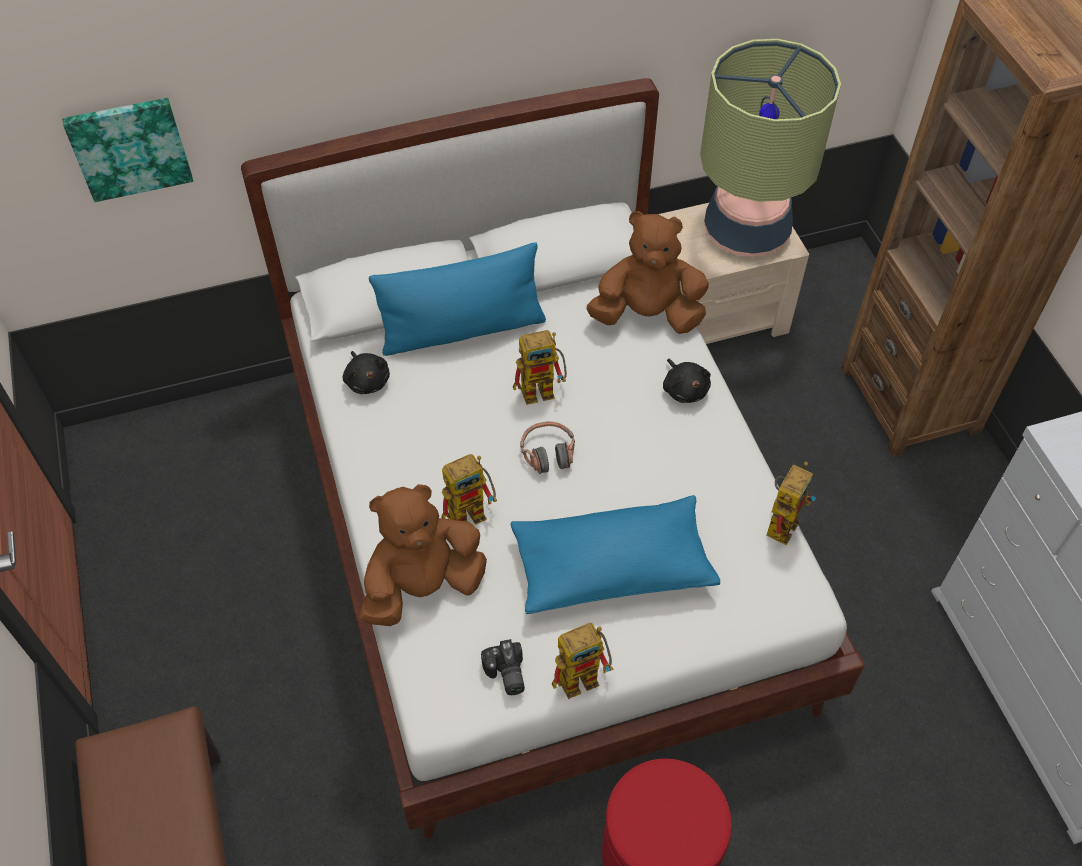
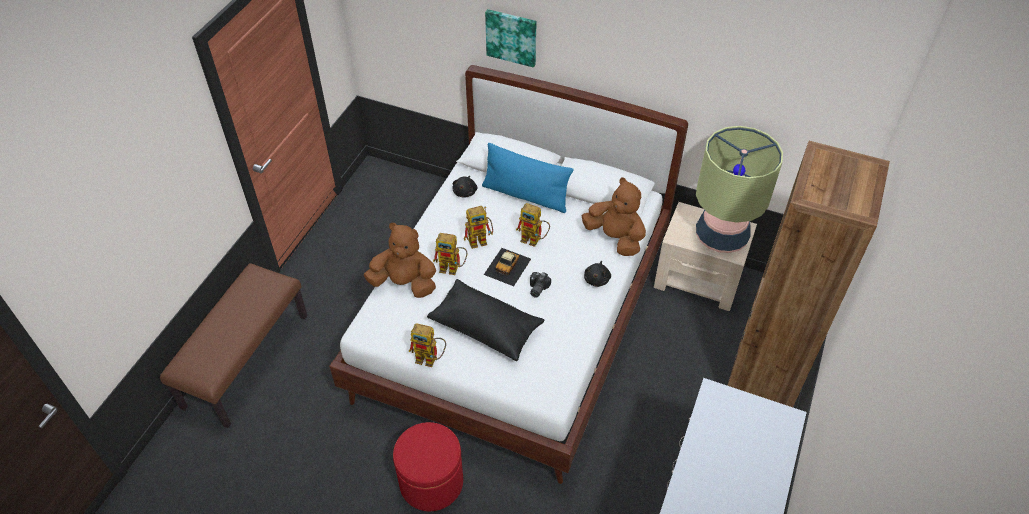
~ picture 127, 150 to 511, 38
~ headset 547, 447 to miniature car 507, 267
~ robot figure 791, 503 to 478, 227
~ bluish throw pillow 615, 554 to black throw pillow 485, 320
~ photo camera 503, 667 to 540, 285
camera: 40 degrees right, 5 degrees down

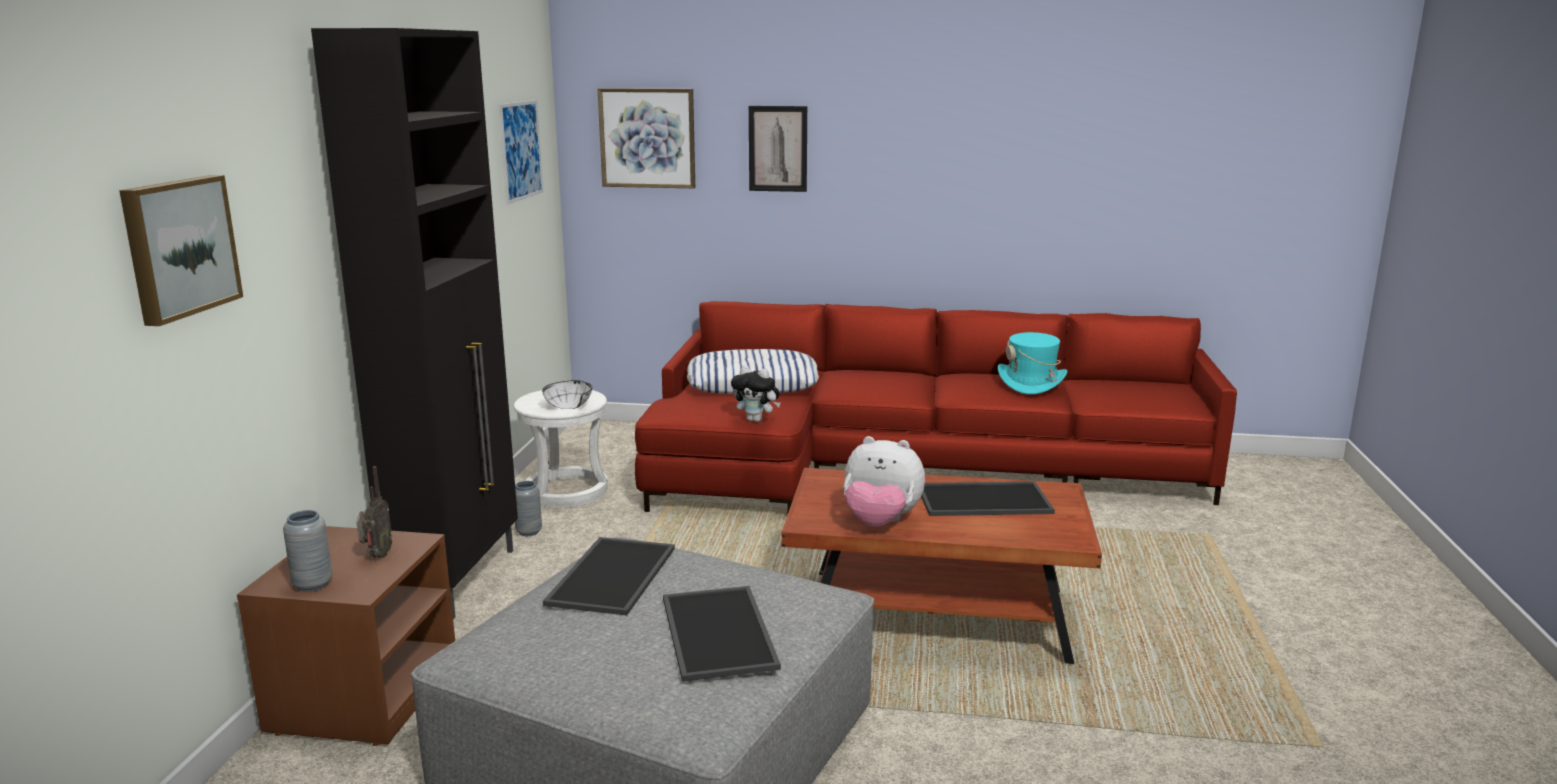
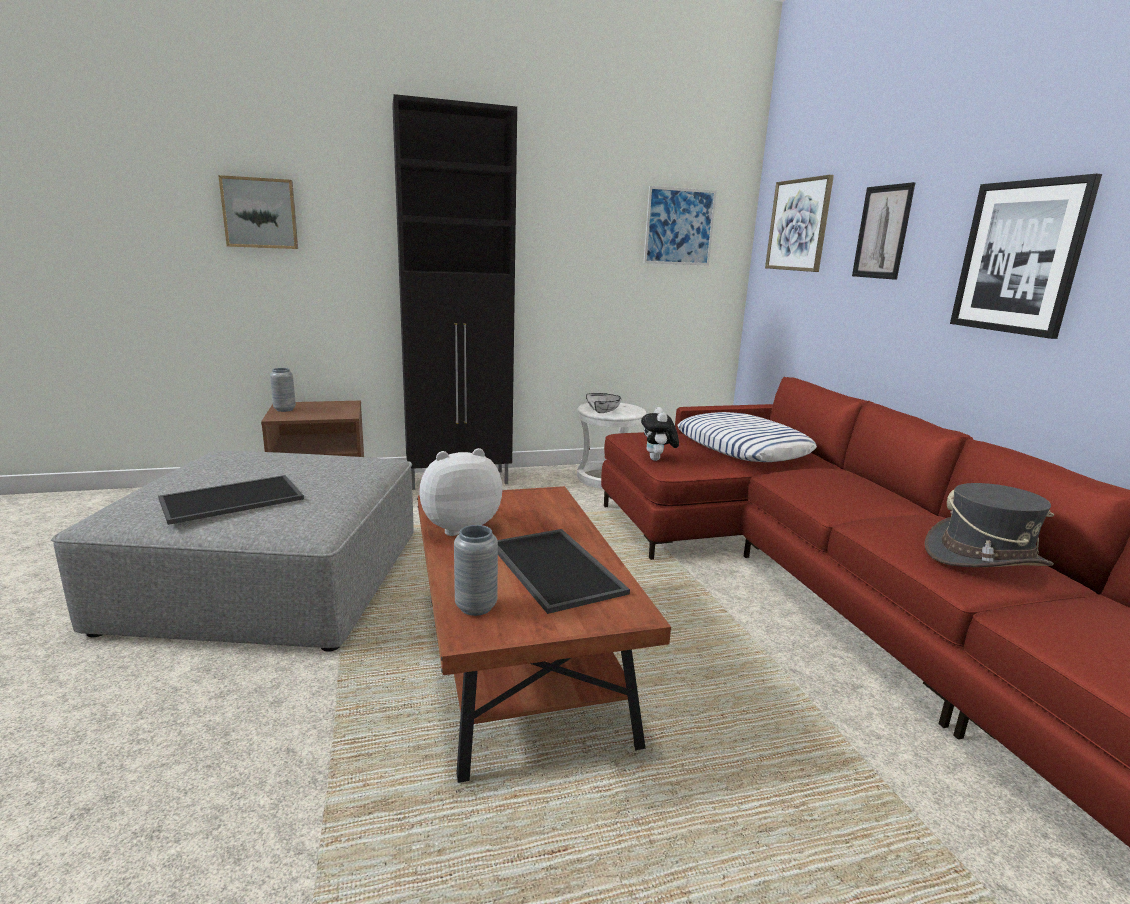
~ turquoise hat 1033, 363 to gray hat 989, 525
~ plush toy 884, 481 = 461, 492 75 degrees clockwise
- radio set 374, 512
~ gray flower vase 528, 508 to 476, 570
- tray 609, 576
+ picture 1026, 256
camera: 65 degrees right, 0 degrees up

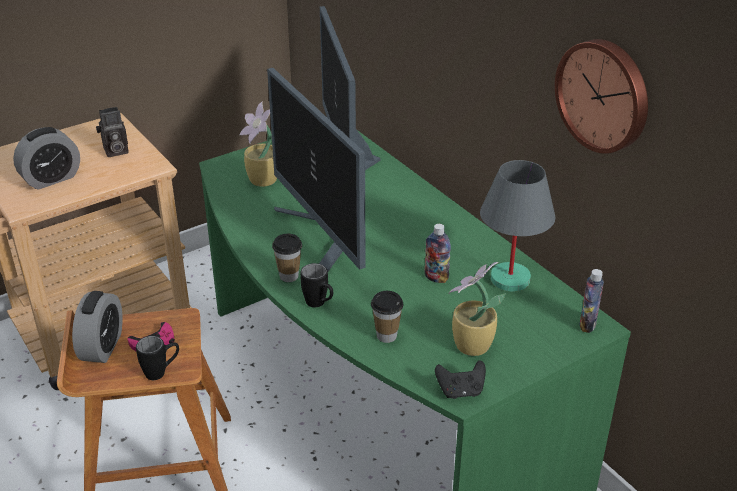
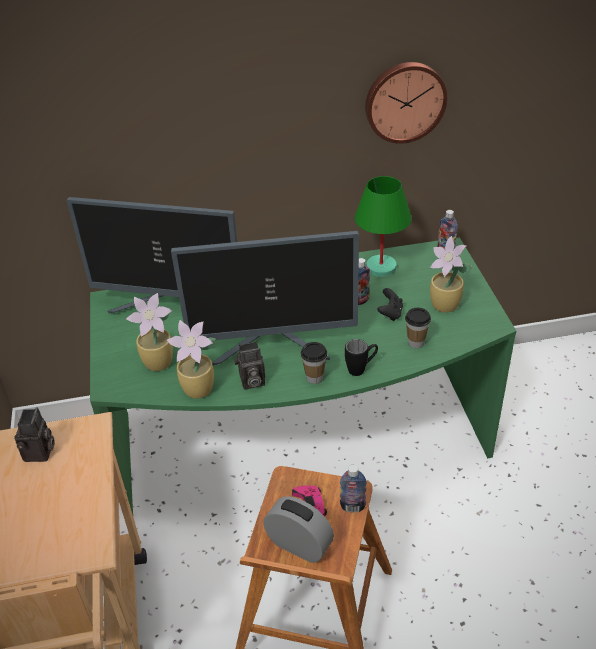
- alarm clock 46, 158
~ gray table lamp 517, 225 to green-coloured table lamp 383, 226
~ black coffee mug 157, 358 to drink bottle 353, 489
~ black joypad 460, 379 to 390, 304
+ potted plant 191, 359
+ photo camera 249, 365
camera: 65 degrees left, 5 degrees up

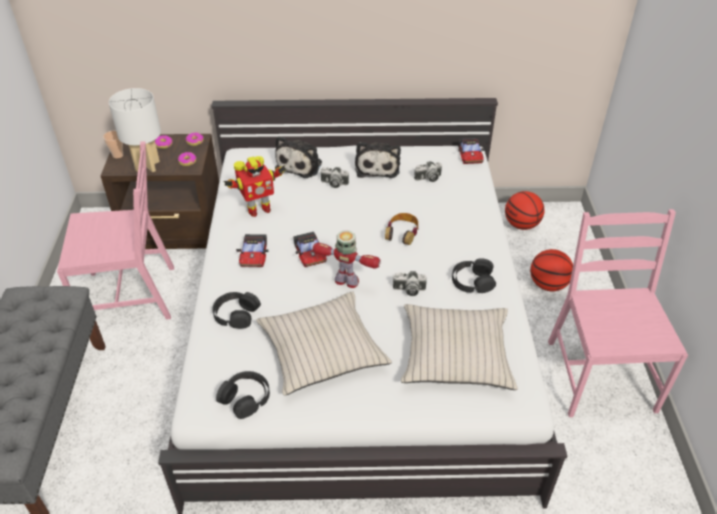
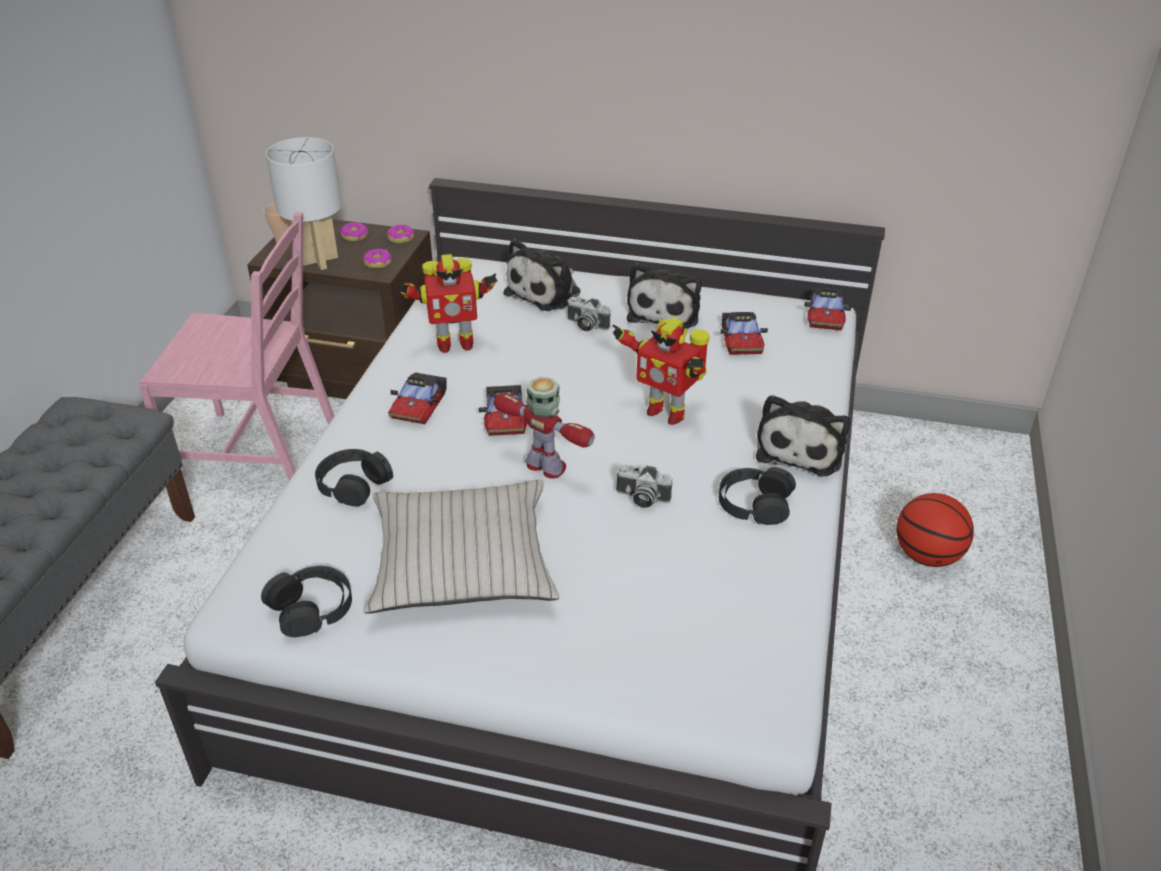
~ photo camera 428, 171 to miniature car 744, 333
- basketball ball 524, 210
- pinkish upright chair 618, 313
~ headset 402, 229 to robot figure 661, 371
- beige-coloured throw pillow 459, 347
+ plush toy 803, 435
camera: 15 degrees right, 5 degrees down

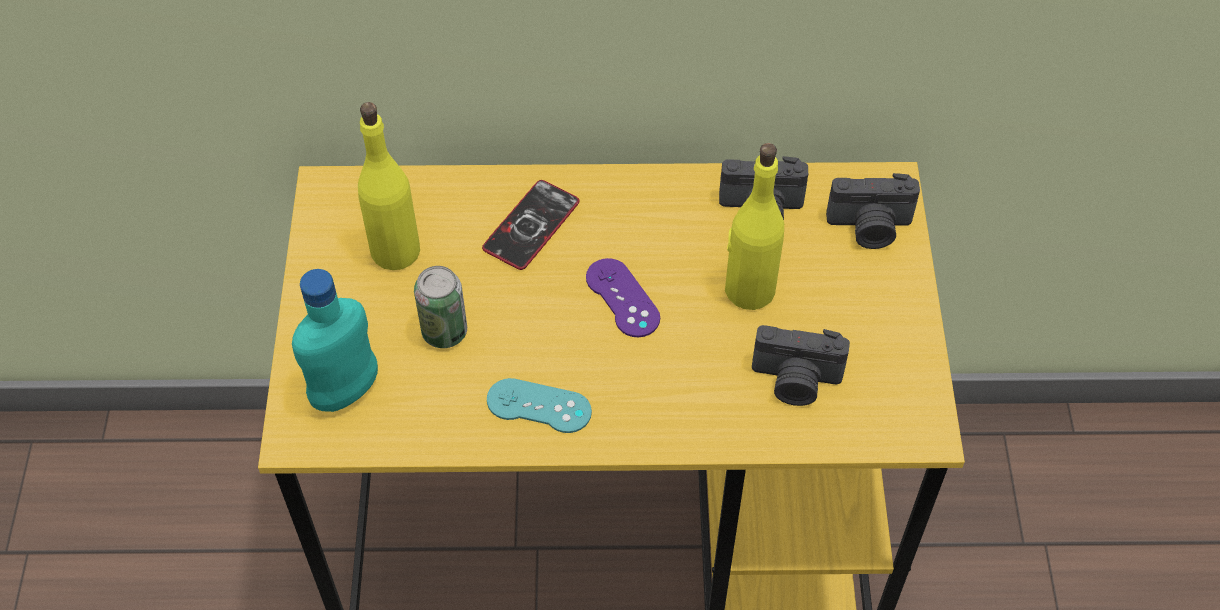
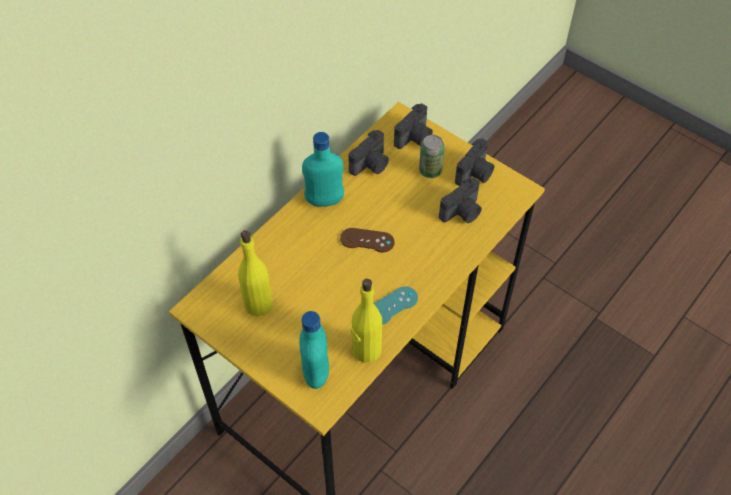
~ yellowish drink bottle 754, 226 to 366, 320
- handset 530, 225
~ purplish joypad 623, 297 to brownish joypad 367, 240
~ can 440, 307 to 432, 156
+ turquoise drink bottle 323, 169
+ photo camera 474, 162
camera: 50 degrees left, 0 degrees up

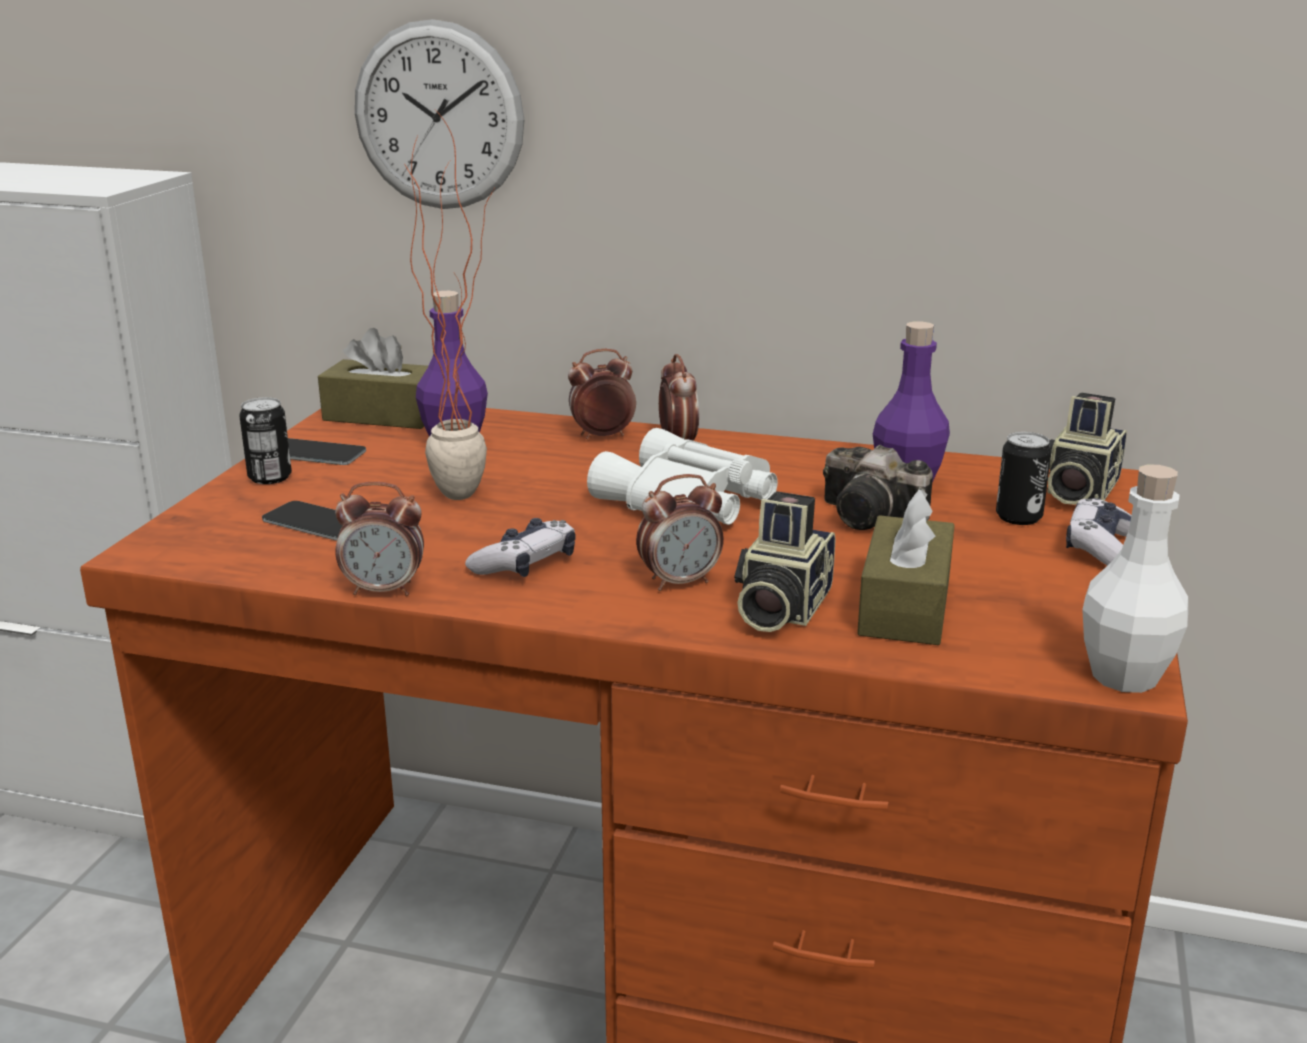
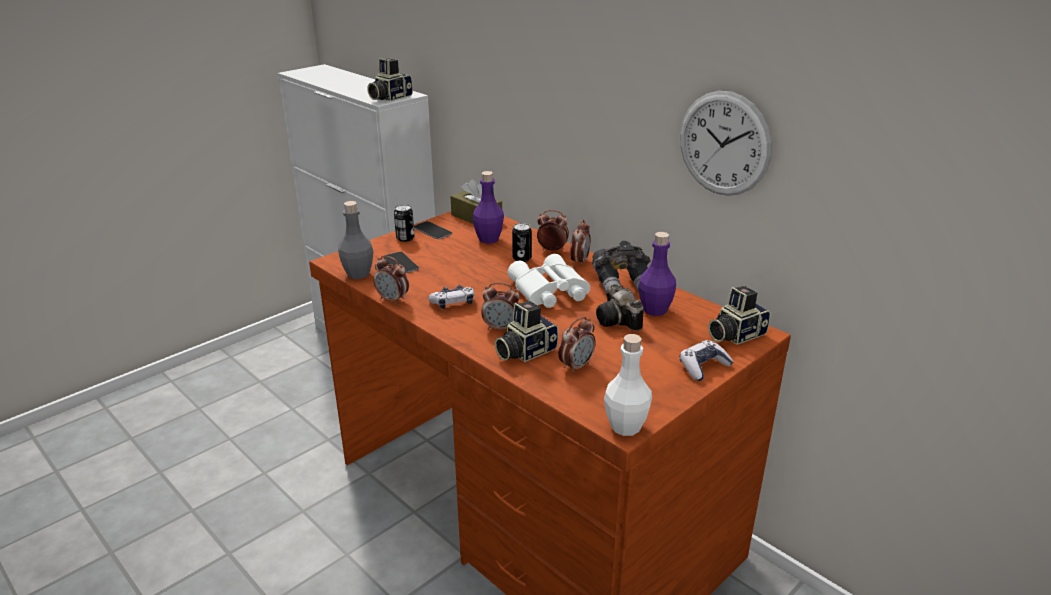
~ wall clock 439, 114 to 726, 143
- potted plant 450, 306
~ can 1023, 478 to 522, 242
~ brownish tissue box 906, 567 to alarm clock 577, 345
+ photo camera 390, 79
+ gray drink bottle 355, 240
+ gray field glasses 621, 267
camera: 30 degrees right, 5 degrees up

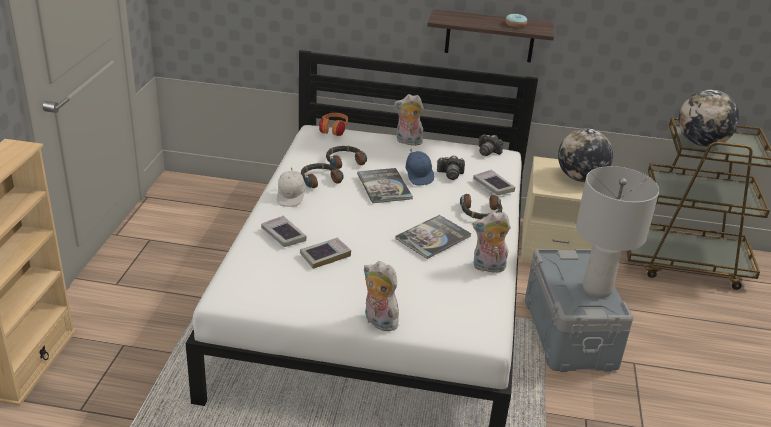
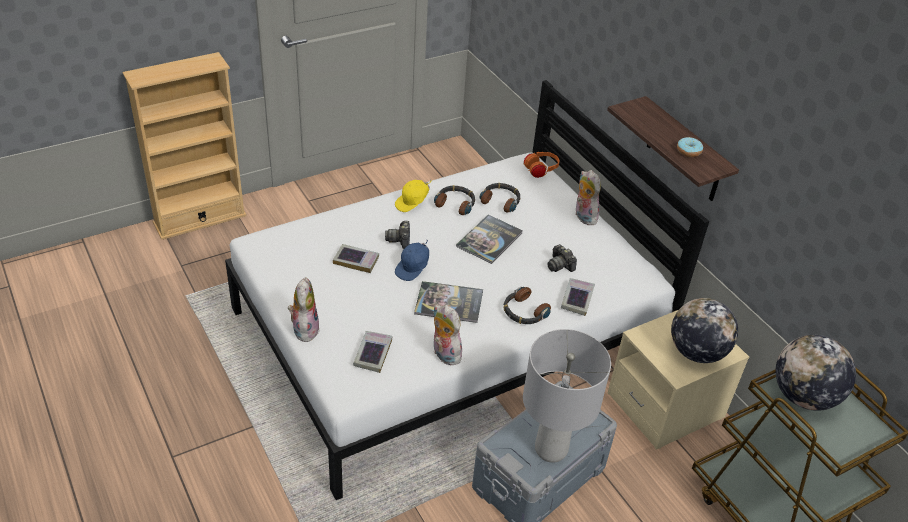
~ photo camera 491, 145 to 397, 235
~ bluish peaked cap 419, 167 to 412, 260
~ white peaked cap 291, 187 to yellowish peaked cap 413, 195
~ volume 284, 231 to 372, 352
camera: 50 degrees right, 10 degrees up

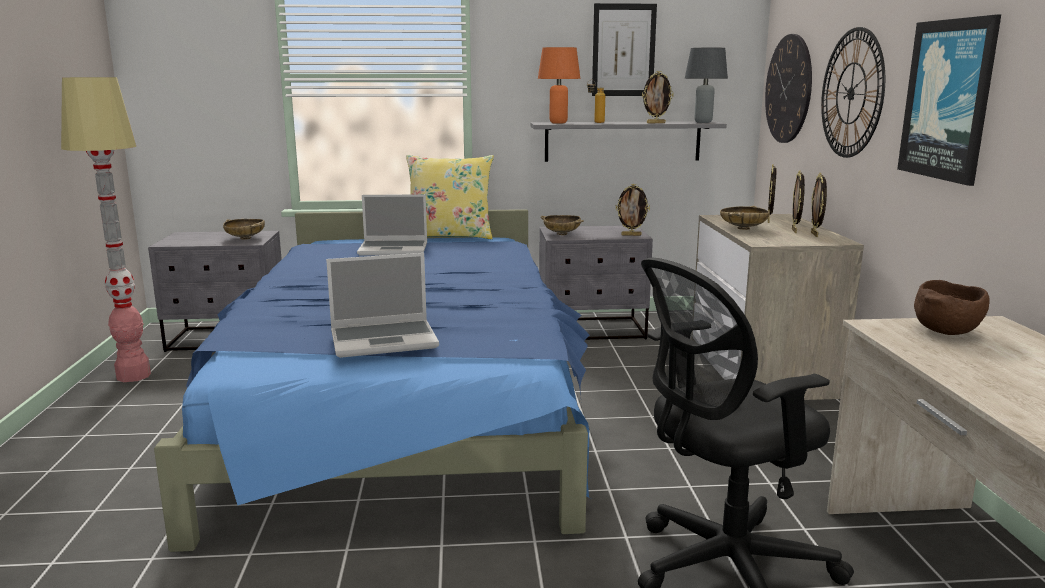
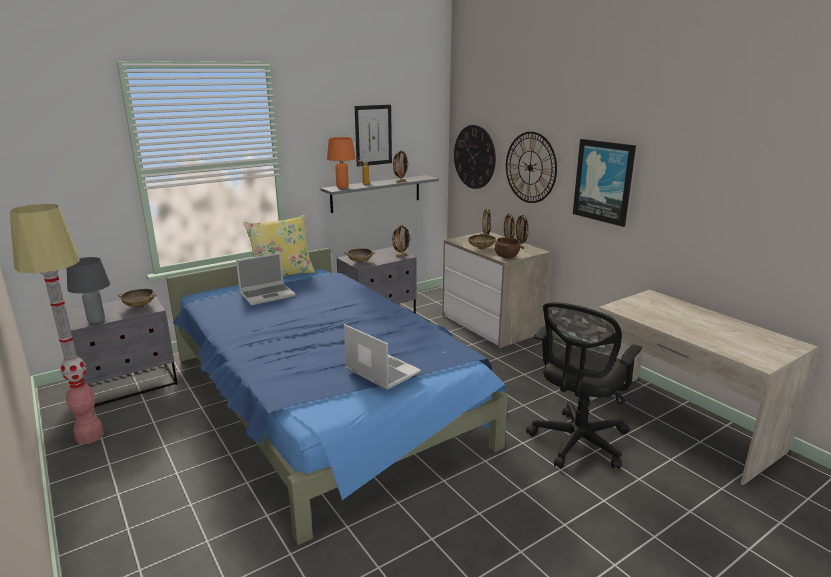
~ gray table lamp 706, 85 to 88, 290
~ laptop 382, 305 = 382, 357 90 degrees counterclockwise
~ brownish bowl 952, 307 to 508, 247
camera: 30 degrees left, 5 degrees up

